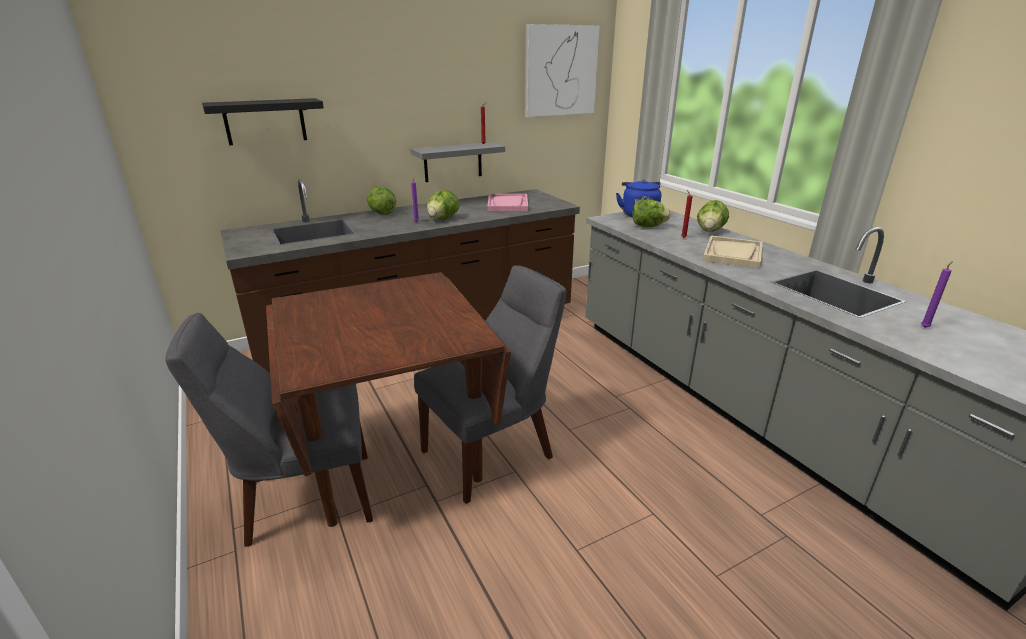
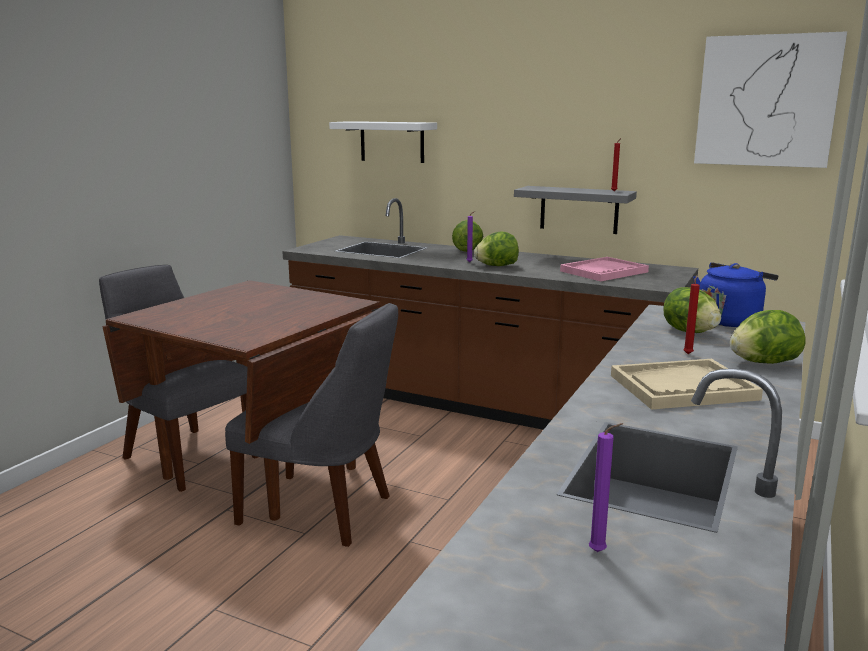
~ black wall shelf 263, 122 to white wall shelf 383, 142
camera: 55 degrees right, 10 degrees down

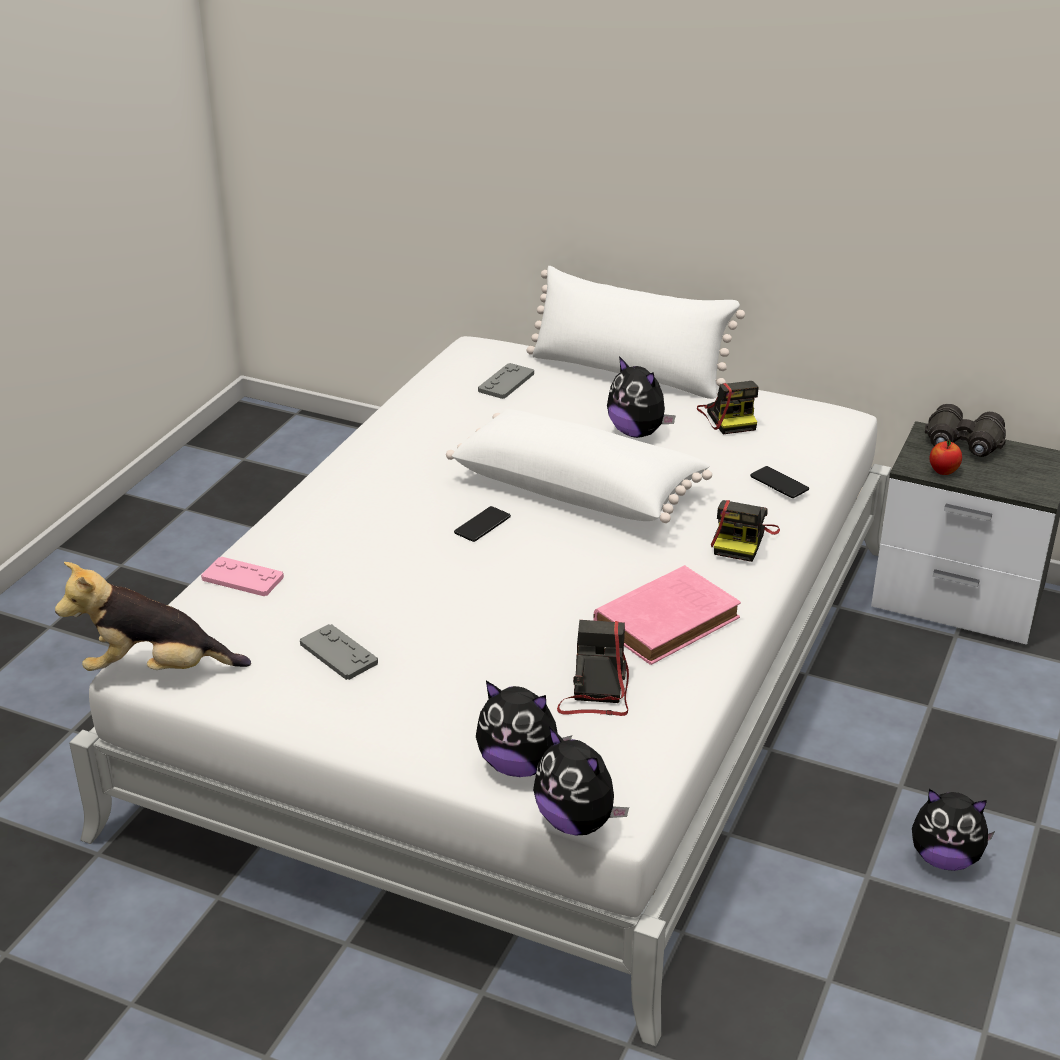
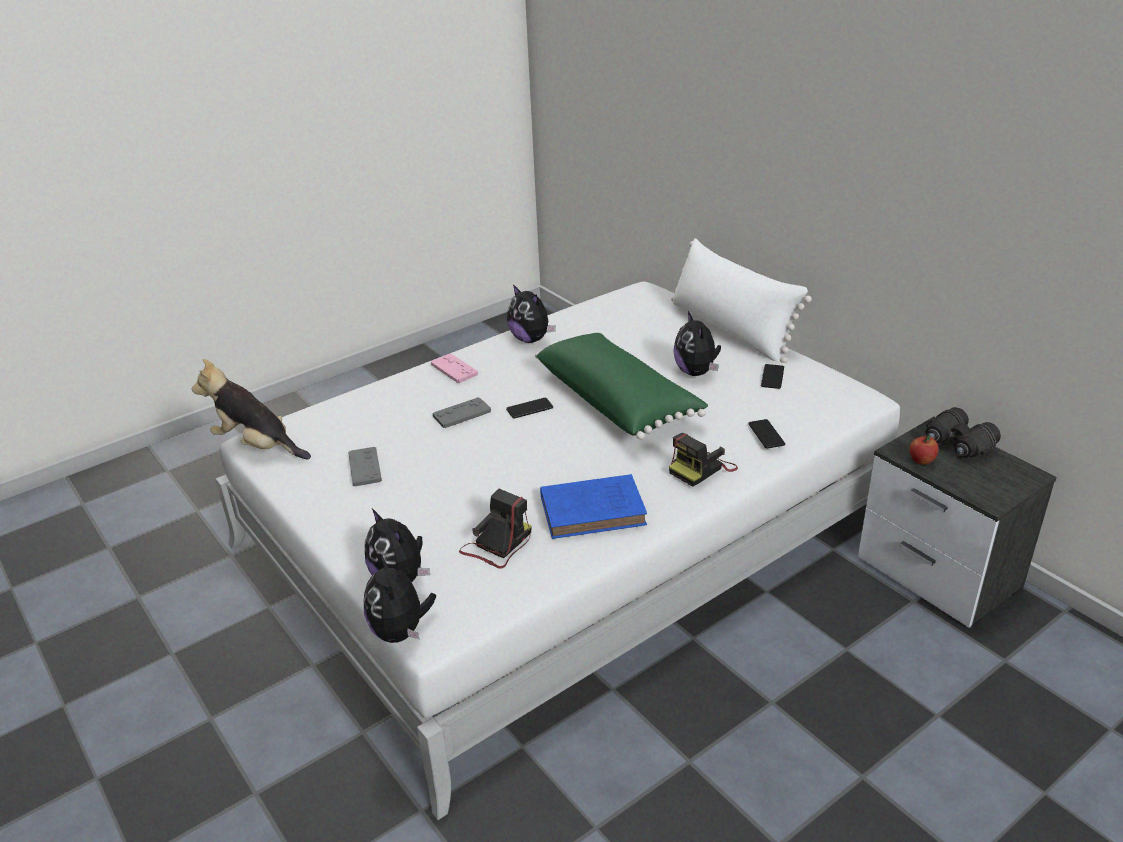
~ gray joypad 506, 381 to 462, 412
~ photo camera 728, 407 to handset 772, 376
~ white throw pillow 579, 466 to green-coloured throw pillow 621, 386
~ pinkish joypad 242, 576 to 454, 368
~ pinkish volume 667, 615 to bluish volume 593, 506
~ plush toy 953, 830 to 531, 313
camera: 30 degrees right, 0 degrees up

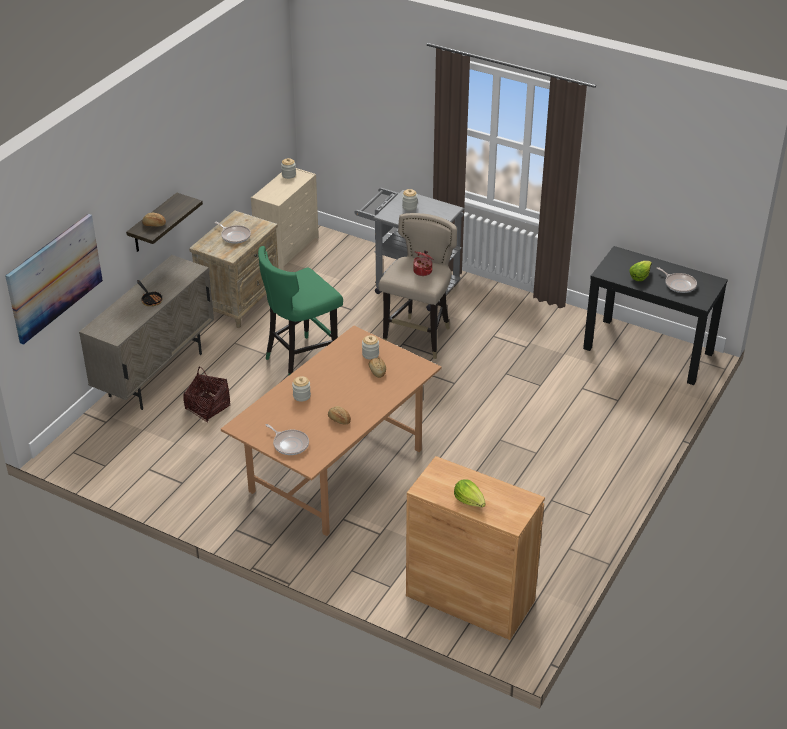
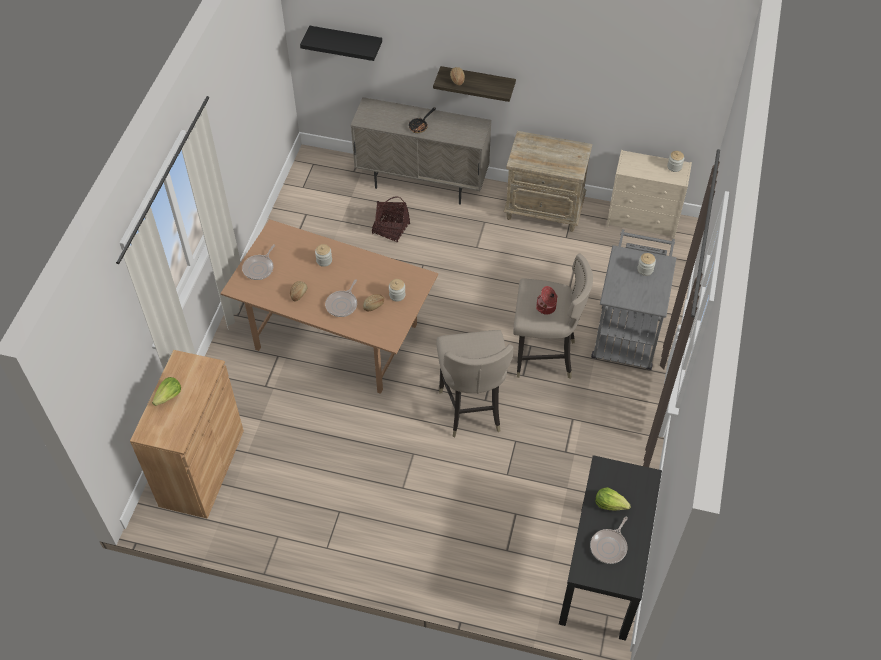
~ picture 54, 279 to black wall shelf 341, 43
~ skillet 233, 233 to 341, 298
- green-coloured stool seat 300, 311
+ beige-coloured stool seat 474, 383
camera: 75 degrees right, 15 degrees up

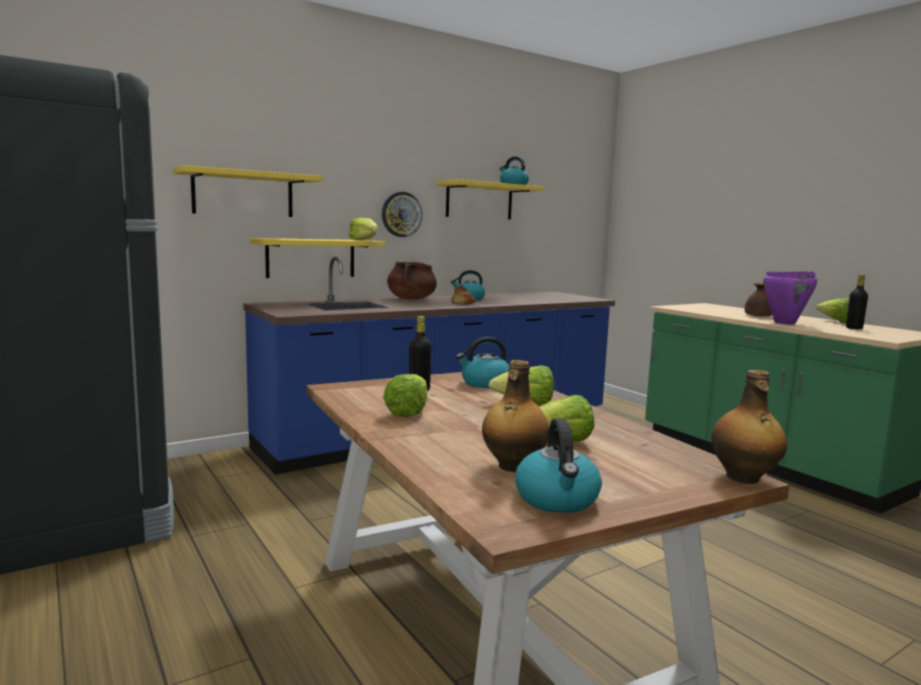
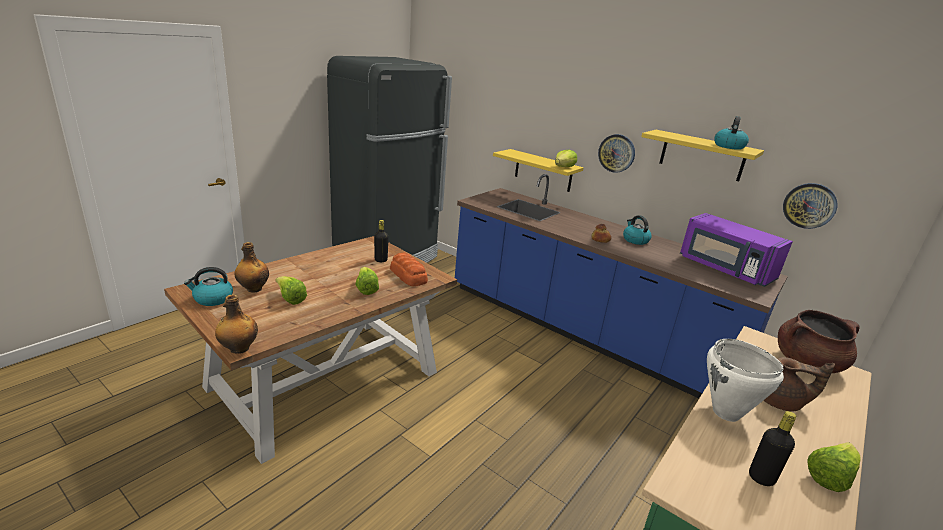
- yellowish wall shelf 247, 191
~ brownish saucepot 412, 280 to 819, 341
~ purplish saucepot 790, 298 to white saucepot 745, 380
~ kettle 482, 362 to bread 409, 270
- head of lettuce 405, 395
+ wall clock 810, 206
+ purplish microwave 736, 250
camera: 70 degrees right, 15 degrees up

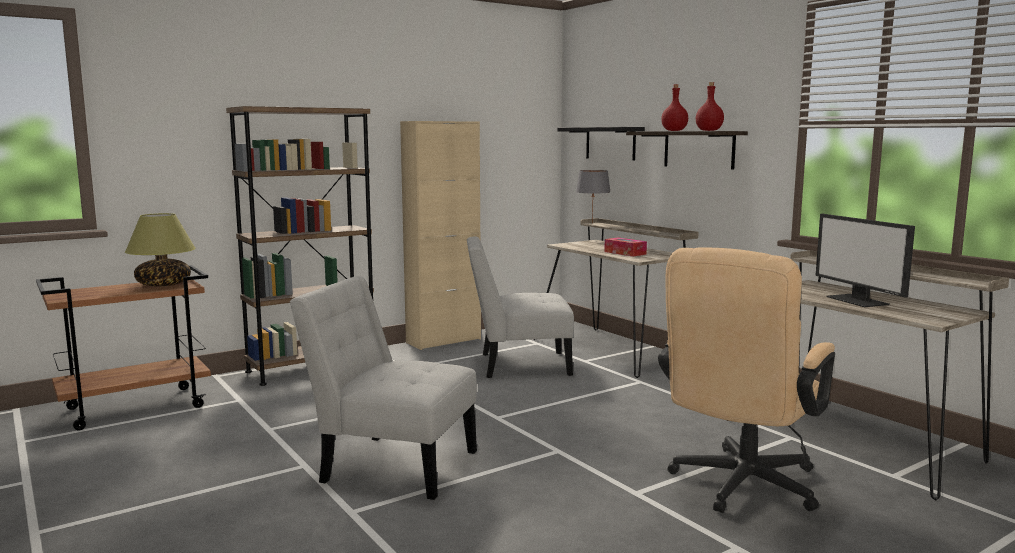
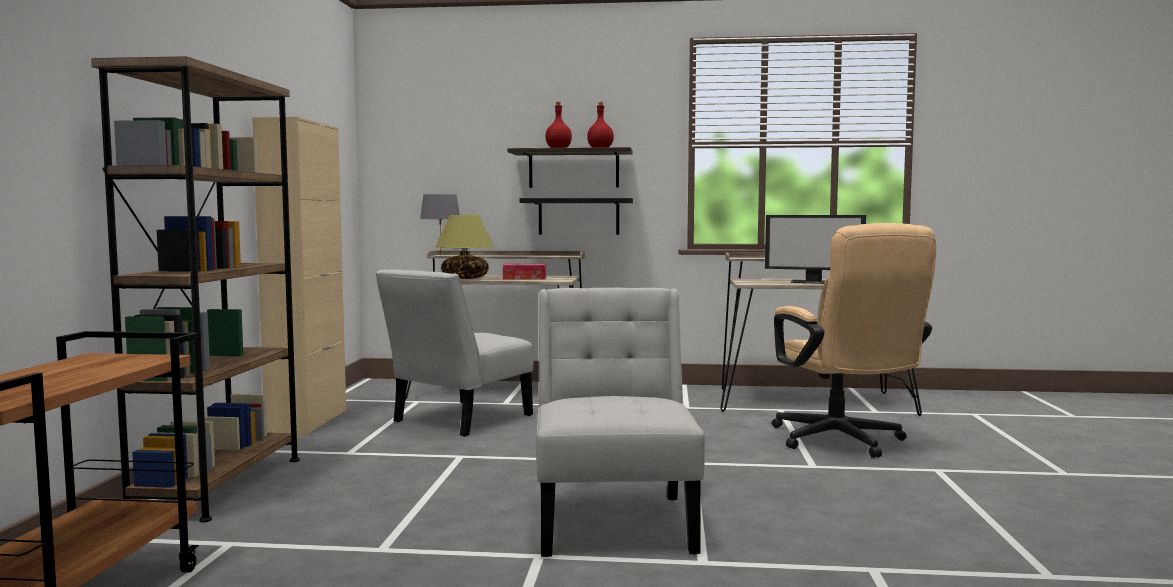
~ black wall shelf 601, 143 to 576, 216
~ table lamp 160, 249 to 465, 247
~ white upright chair 383, 388 = 620, 422 120 degrees clockwise
camera: 50 degrees left, 5 degrees down

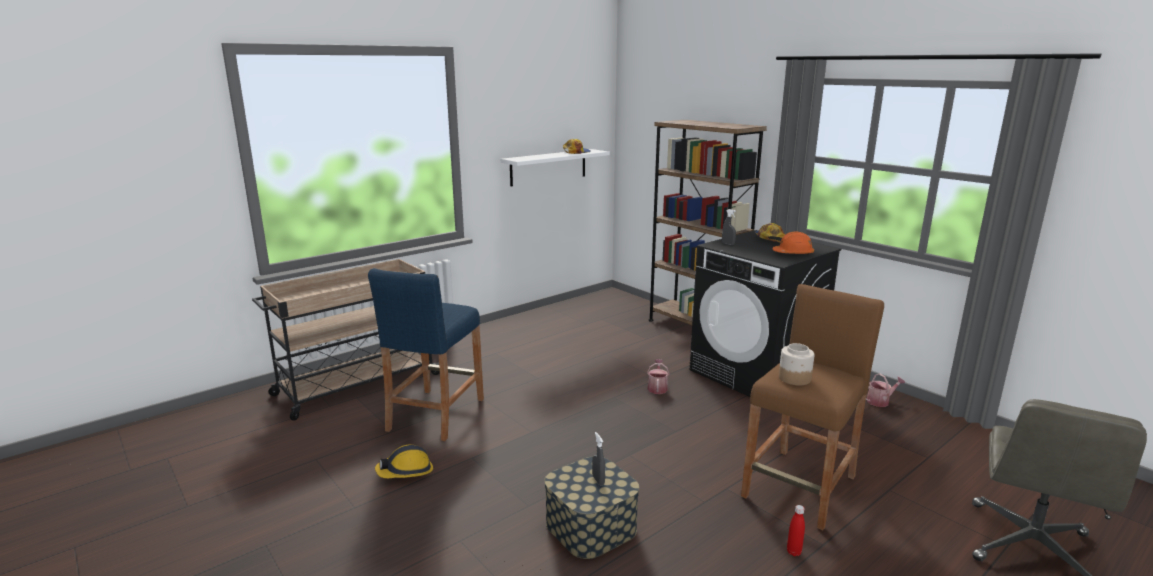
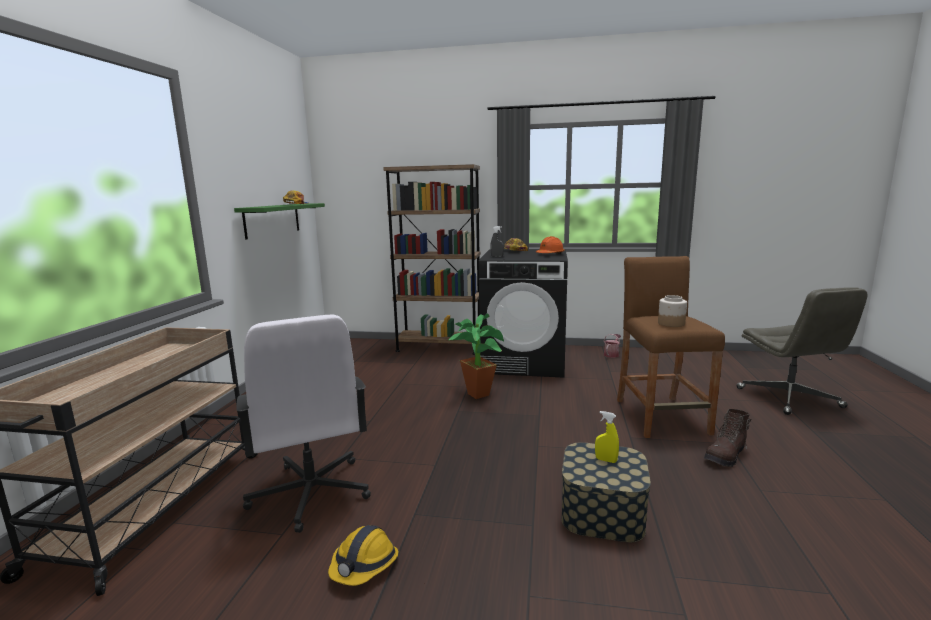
~ white wall shelf 555, 168 to green-coloured wall shelf 279, 221
~ bluish stool seat 426, 354 to white office chair 303, 423
~ watering pot 658, 376 to potted plant 476, 356
~ gray spray bottle 598, 458 to yellowish spray bottle 607, 437
~ red-coloured drink bottle 796, 530 to brownish tall boot 727, 438
camera: 40 degrees left, 5 degrees down

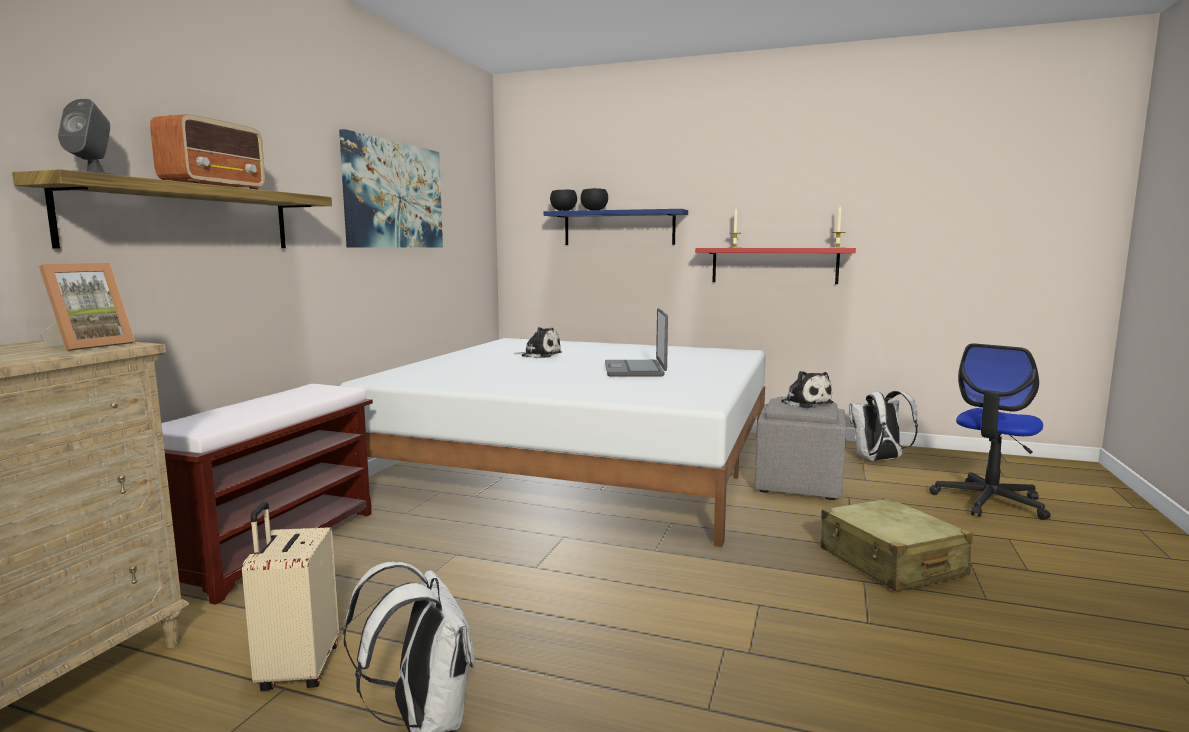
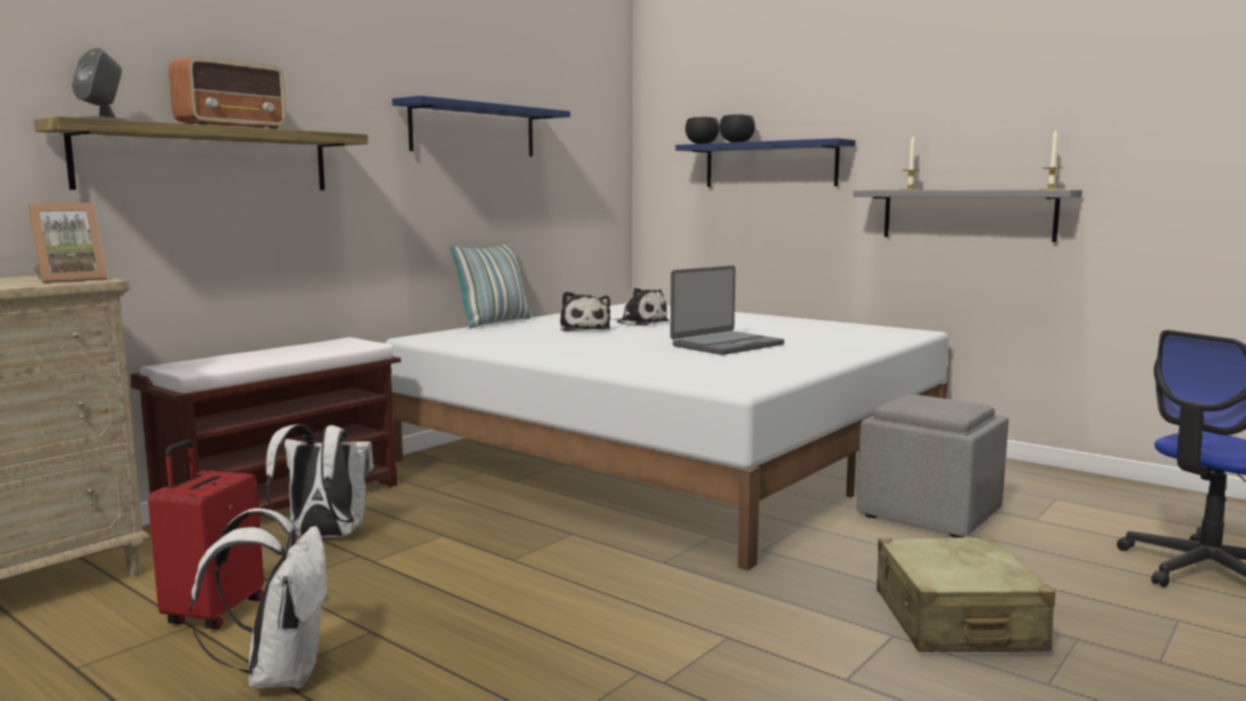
~ picture 391, 188 to bluish wall shelf 481, 126
~ red-coloured wall shelf 775, 266 to gray wall shelf 967, 216
~ laptop 636, 342 = 727, 310 150 degrees counterclockwise
~ plush toy 805, 389 to 585, 311
~ white backpack 883, 426 to 320, 480
~ beige-coloured suitcase 290, 596 to red-coloured suitcase 206, 534
+ throw pillow 490, 286
camera: 20 degrees right, 0 degrees up

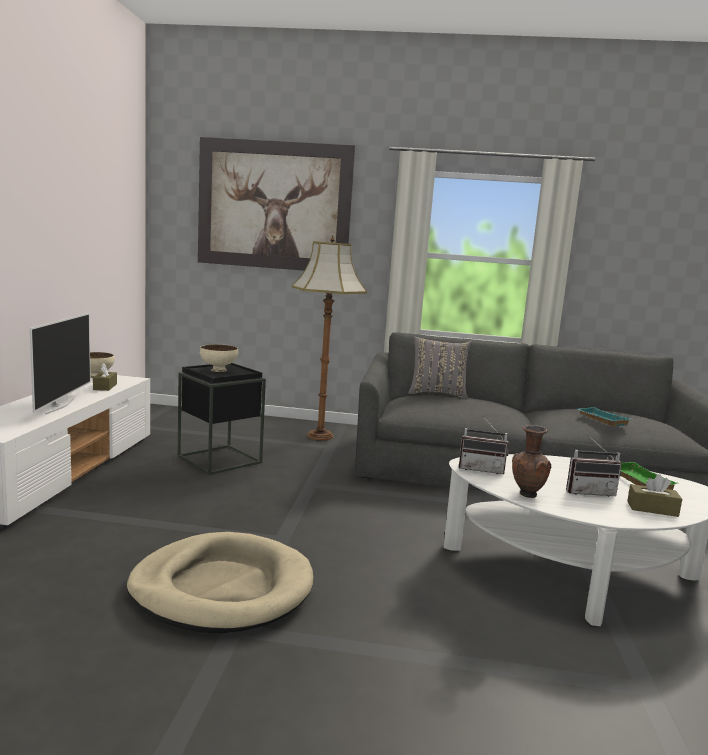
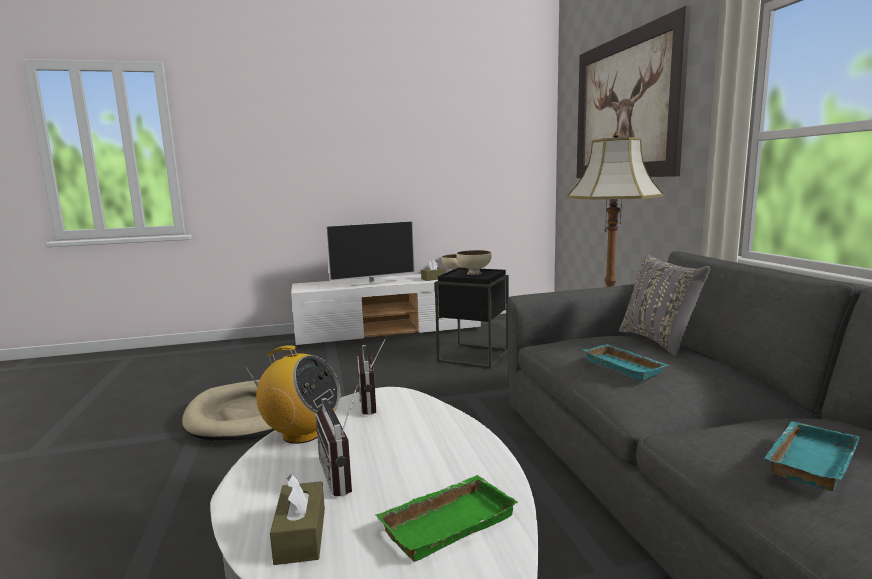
~ brownish flower vase 531, 461 to radio set 292, 394
+ turquoise tray 626, 362
camera: 70 degrees right, 0 degrees up

